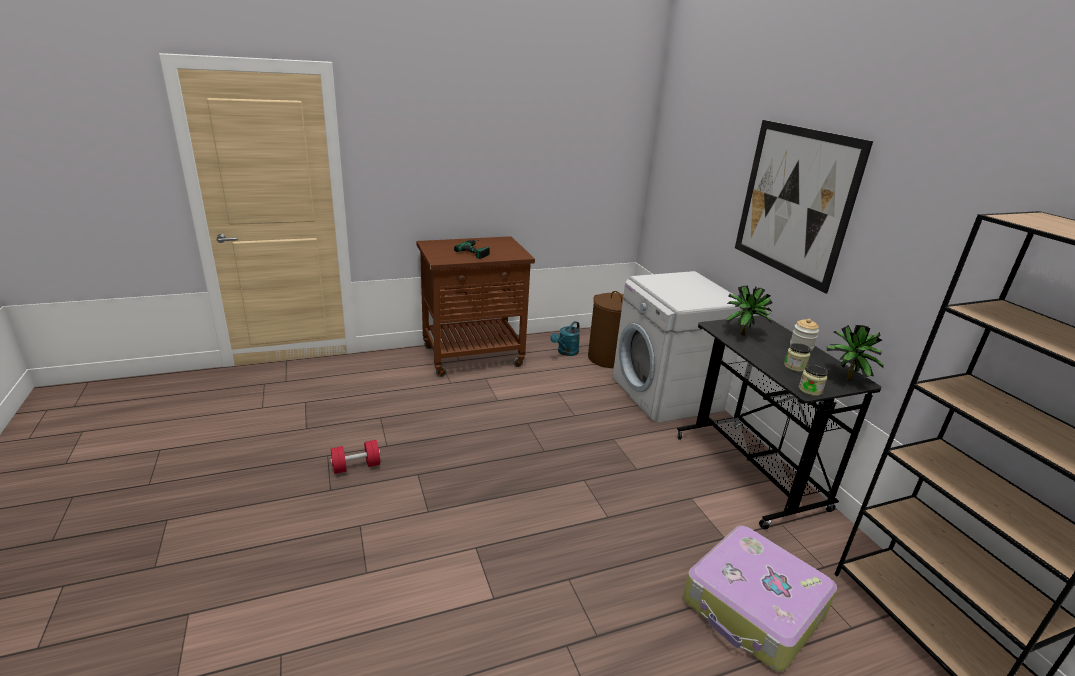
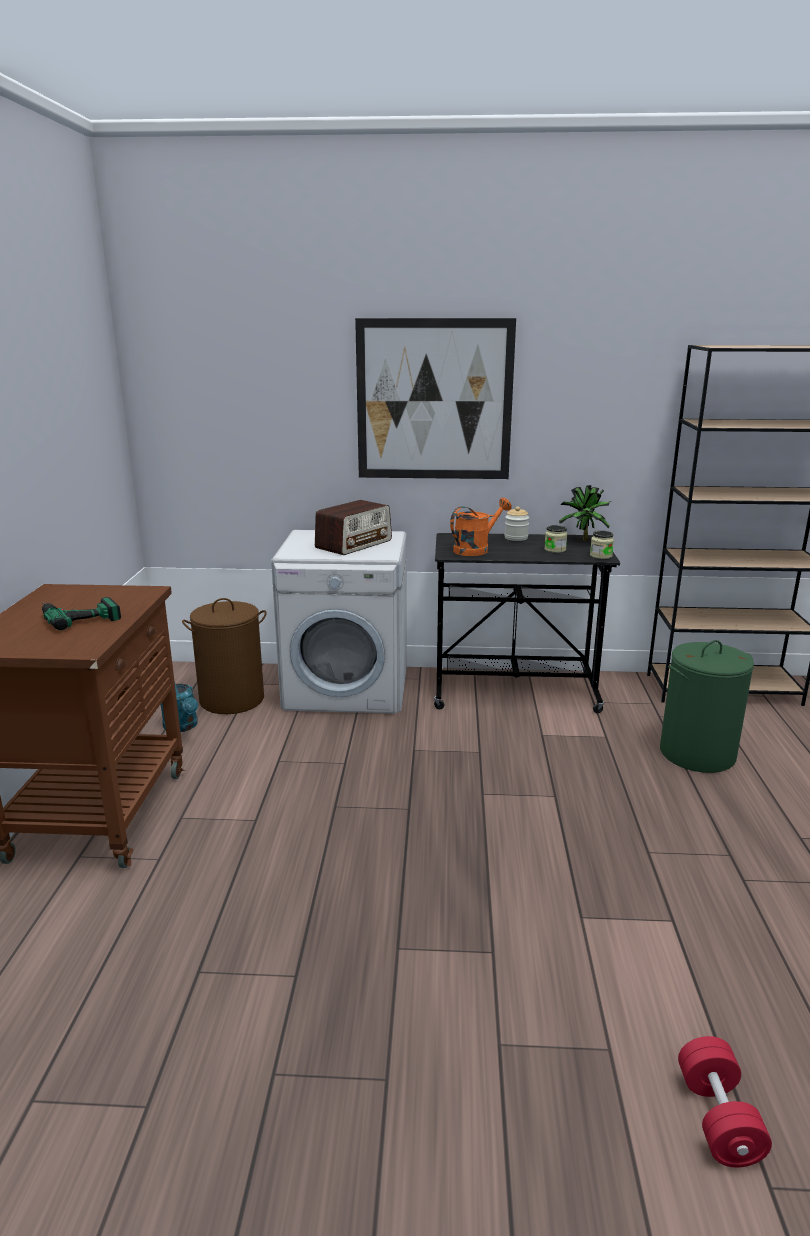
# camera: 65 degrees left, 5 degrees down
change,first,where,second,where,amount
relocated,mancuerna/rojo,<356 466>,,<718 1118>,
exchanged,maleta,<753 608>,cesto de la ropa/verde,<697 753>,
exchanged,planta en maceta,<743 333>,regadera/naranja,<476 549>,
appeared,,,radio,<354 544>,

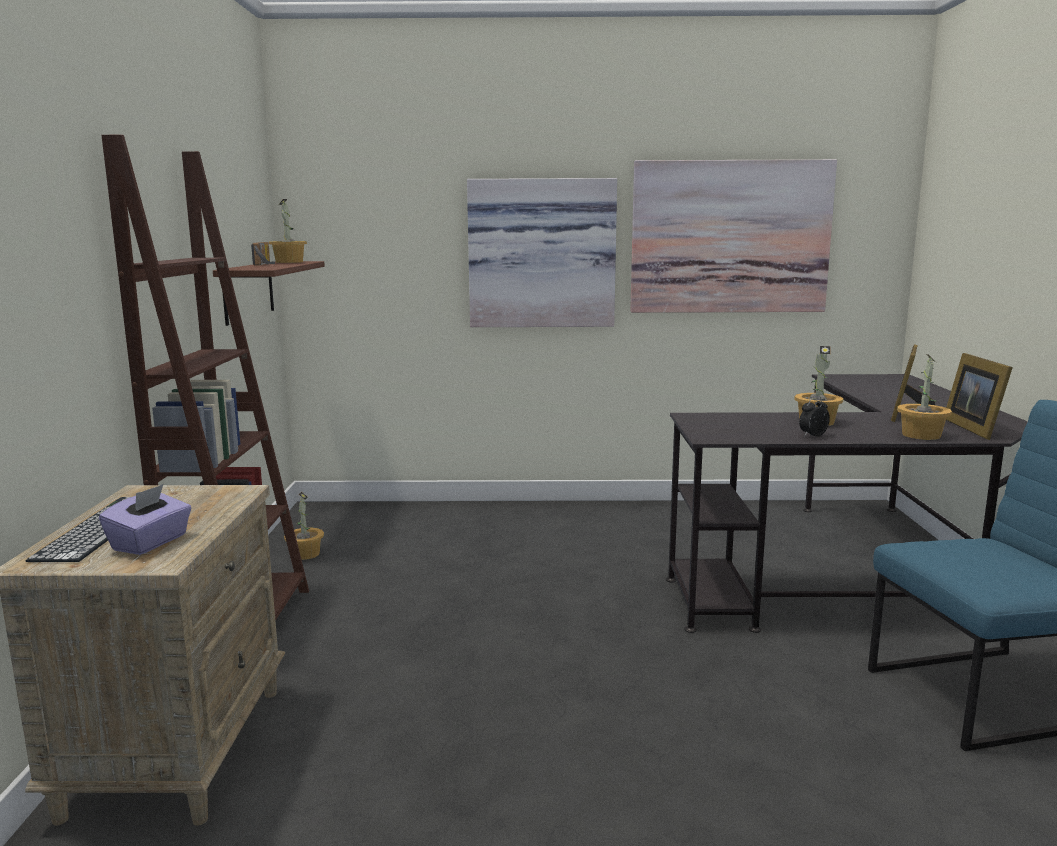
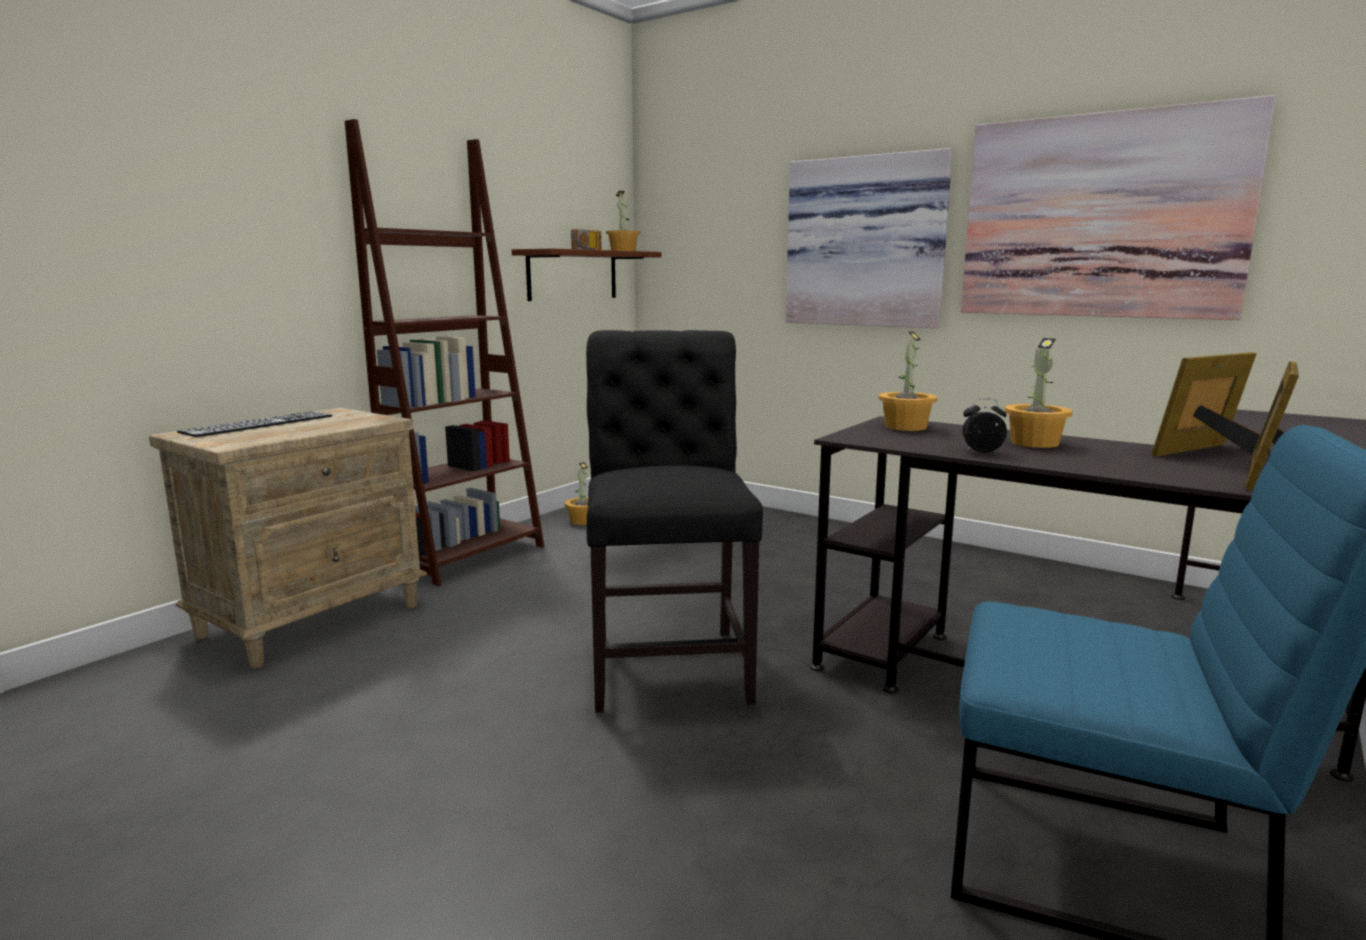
# camera: 35 degrees right, 0 degrees up
change,first,where,second,where,amount
missing,caja de pañuelos/morado,<151 543>,,,
relocated,planta en maceta,<920 435>,,<904 427>,
appeared,,,silla/negro,<669 662>,

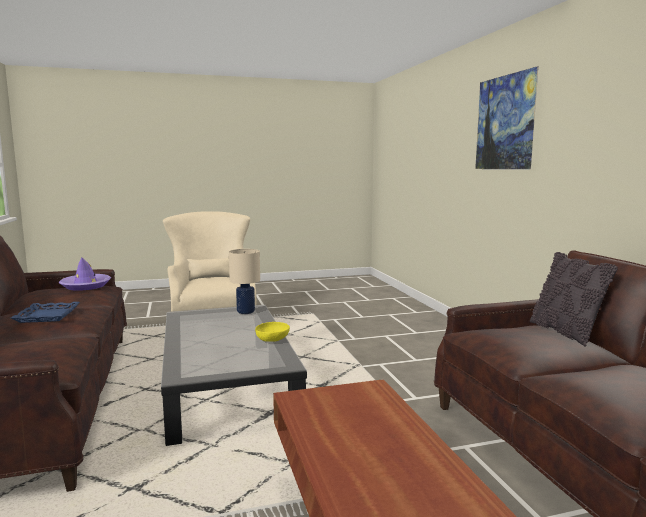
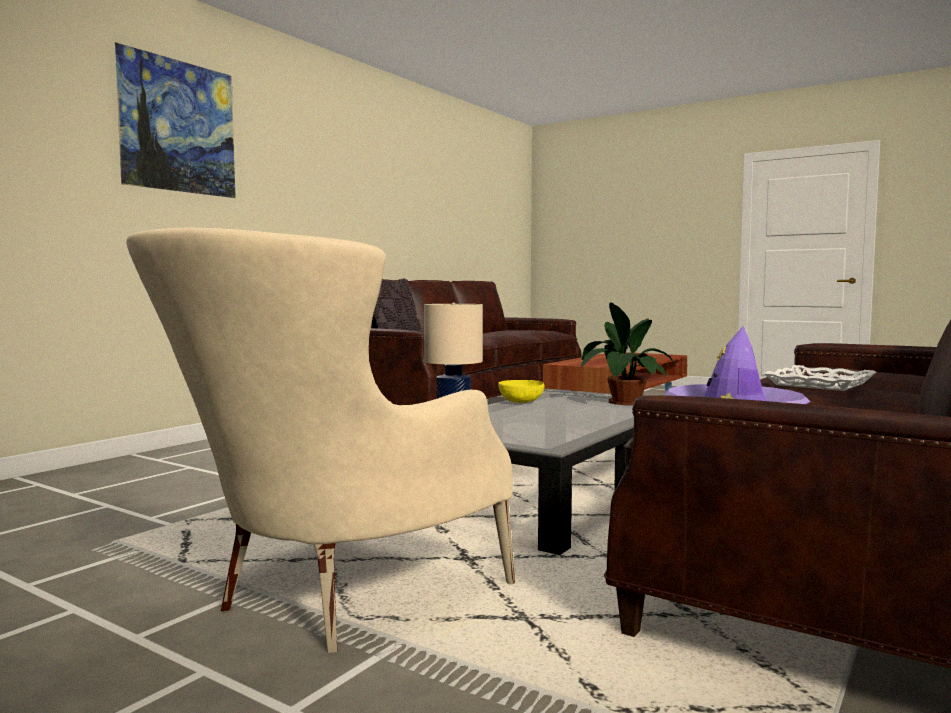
# camera: 130 degrees left, 5 degrees down
change,first,where,second,where,amount
colour,bandeja/azul,<47 316>,bandeja/blanco,<820 384>,
appeared,,,planta en maceta,<623 402>,

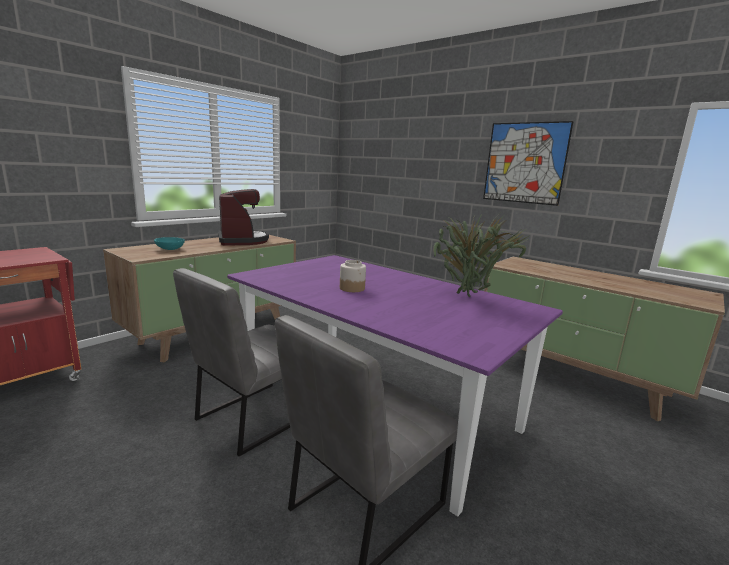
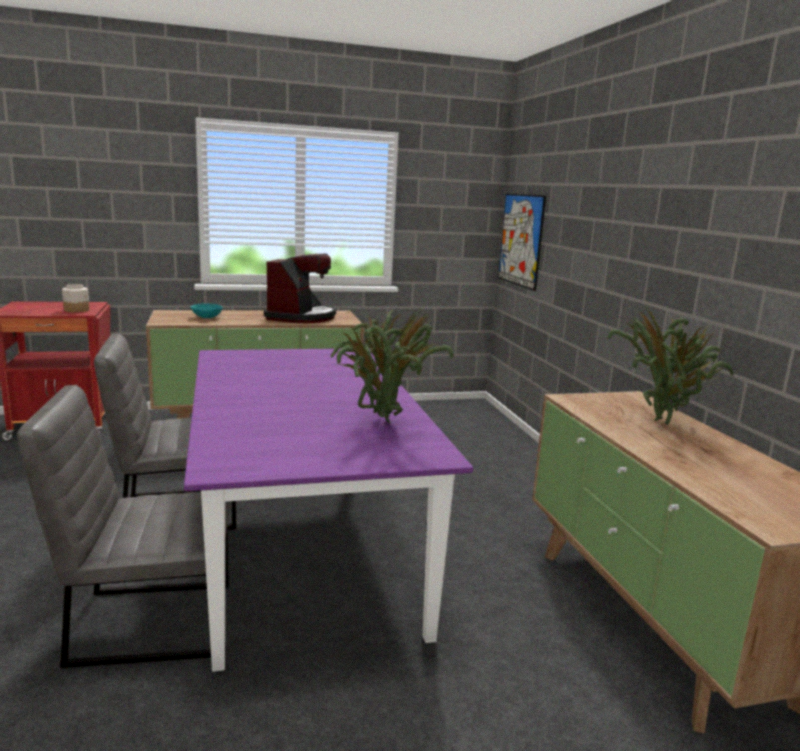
# camera: 35 degrees right, 0 degrees up
change,first,where,second,where,amount
relocated,tarro,<352 288>,,<77 310>,
relocated,cuadro,<524 163>,,<520 240>,
appeared,,,planta en maceta,<661 420>,

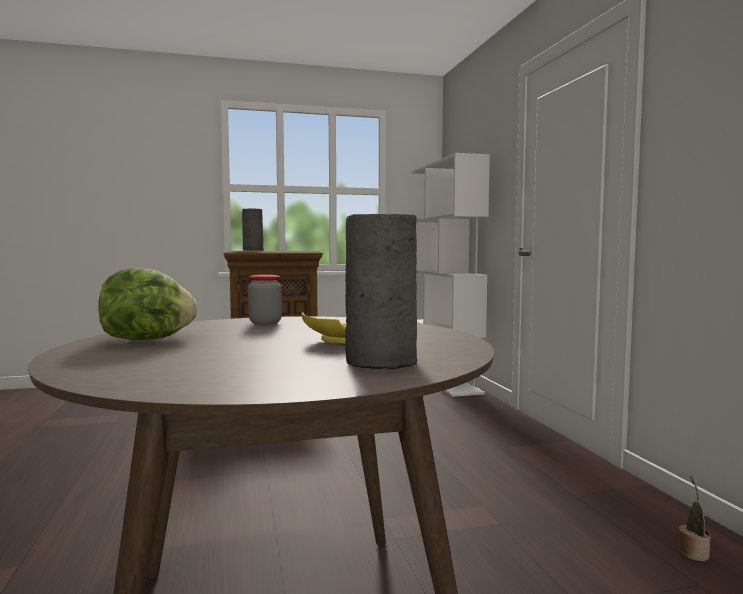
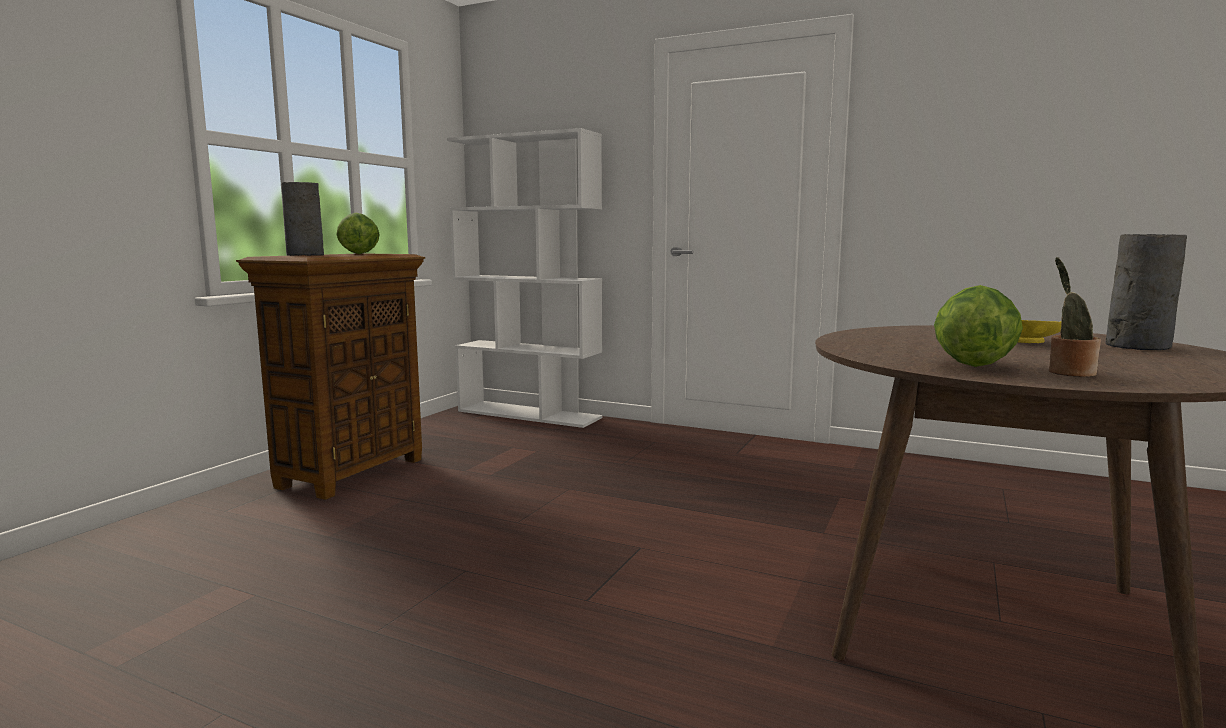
# camera: 50 degrees left, 5 degrees up
change,first,where,second,where,amount
missing,tarro,<265 323>,,,
relocated,planta en maceta,<692 552>,,<1068 372>,
appeared,,,lechuga,<359 254>,

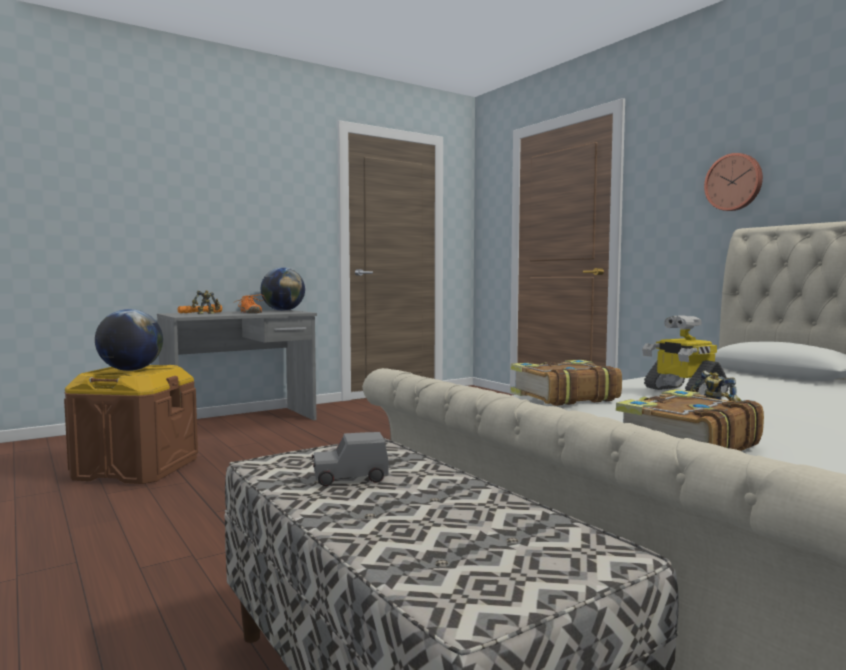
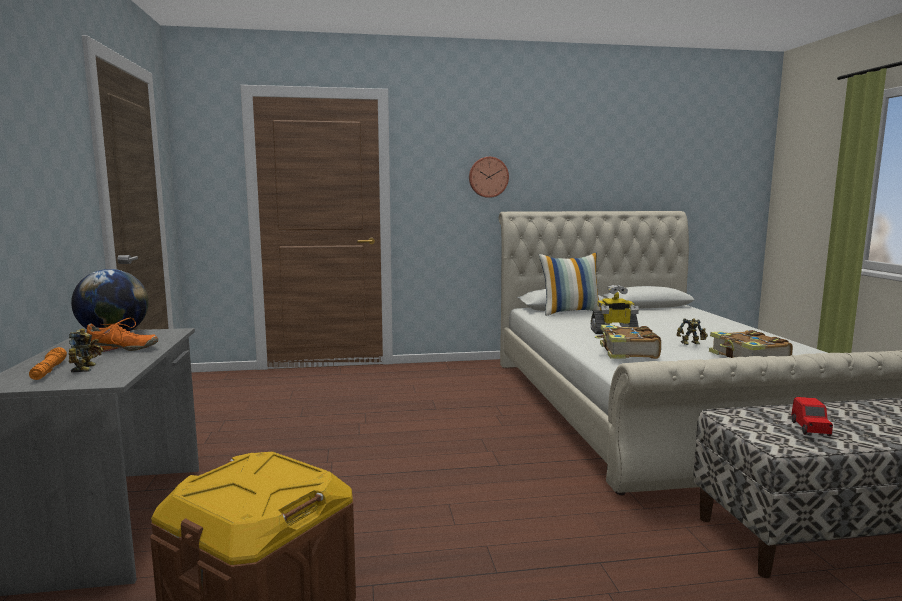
# camera: 65 degrees left, 5 degrees up
change,first,where,second,where,amount
missing,globo terráqueo,<131 370>,,,
colour,coche de juguete/gris,<349 478>,coche de juguete/rojo,<810 429>,
appeared,,,cojín,<570 312>,

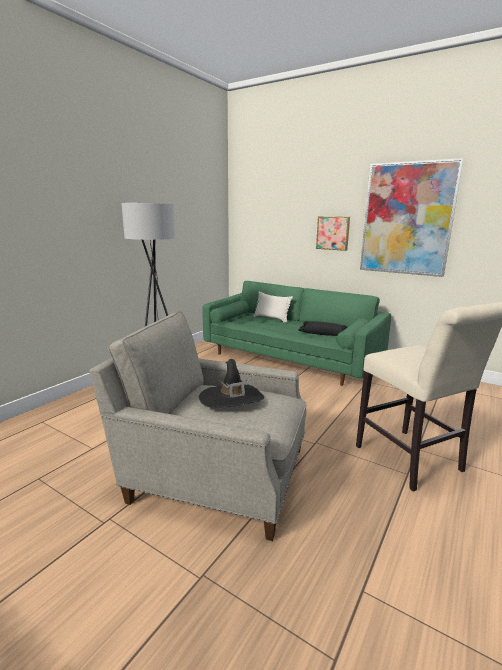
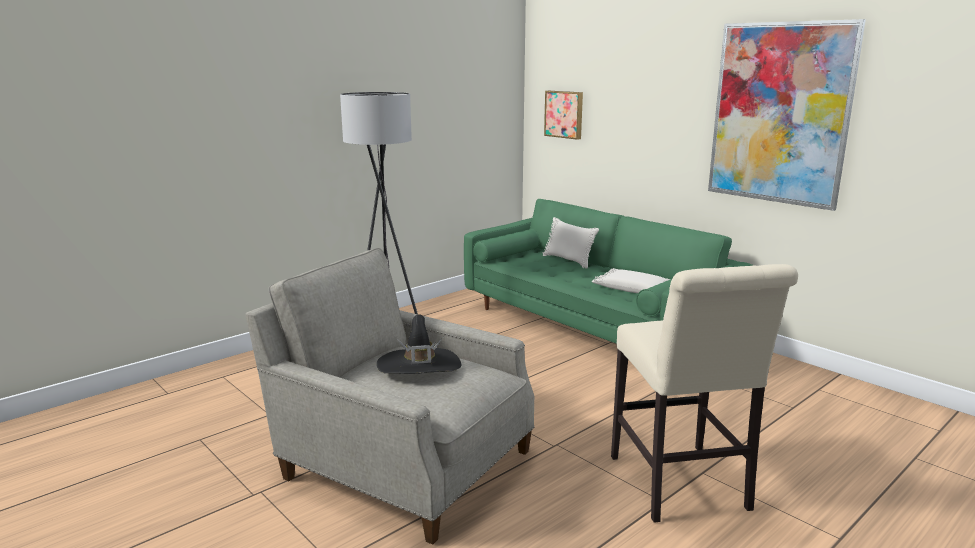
# camera: 15 degrees right, 0 degrees up
change,first,where,second,where,amount
colour,cojín/negro,<322 332>,cojín/blanco,<633 287>,
relocated,cuadro,<333 233>,,<564 114>,

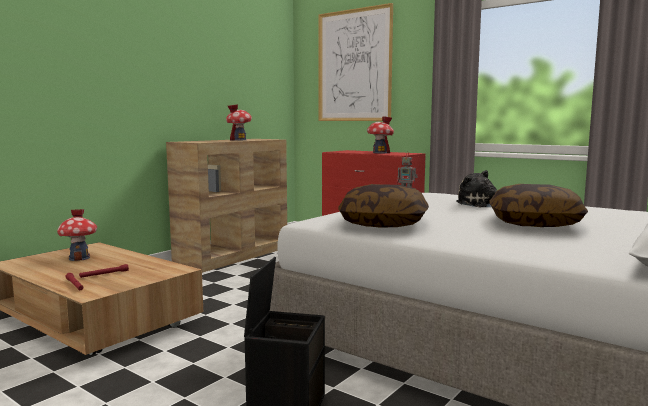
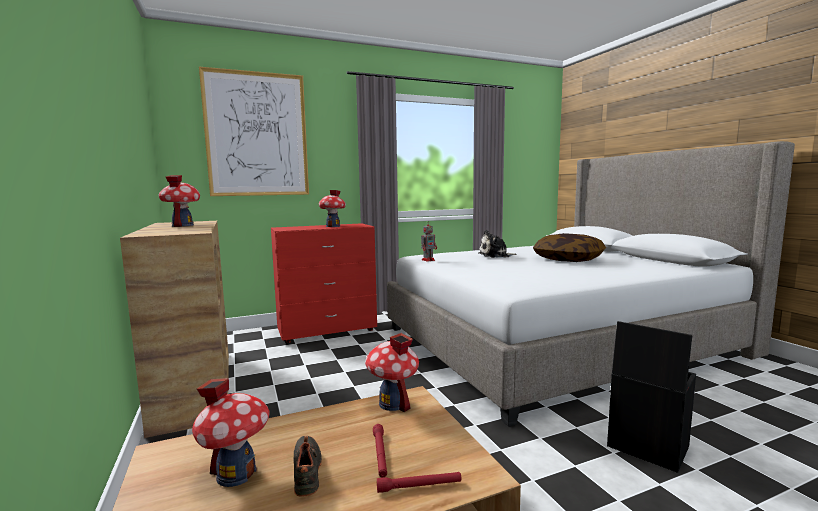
# camera: 60 degrees left, 0 degrees up
change,first,where,second,where,amount
missing,cojín,<383 224>,,,
appeared,,,zapato/negro,<308 471>,
appeared,,,casita,<393 403>,

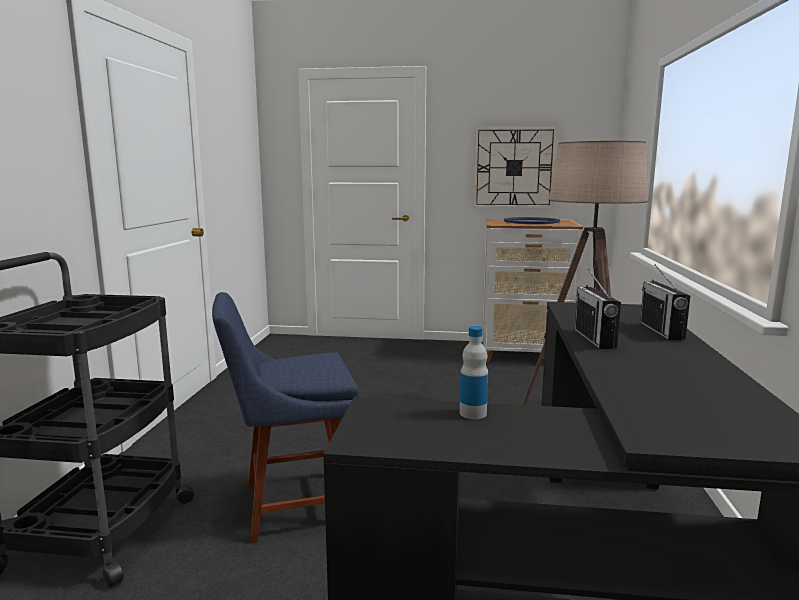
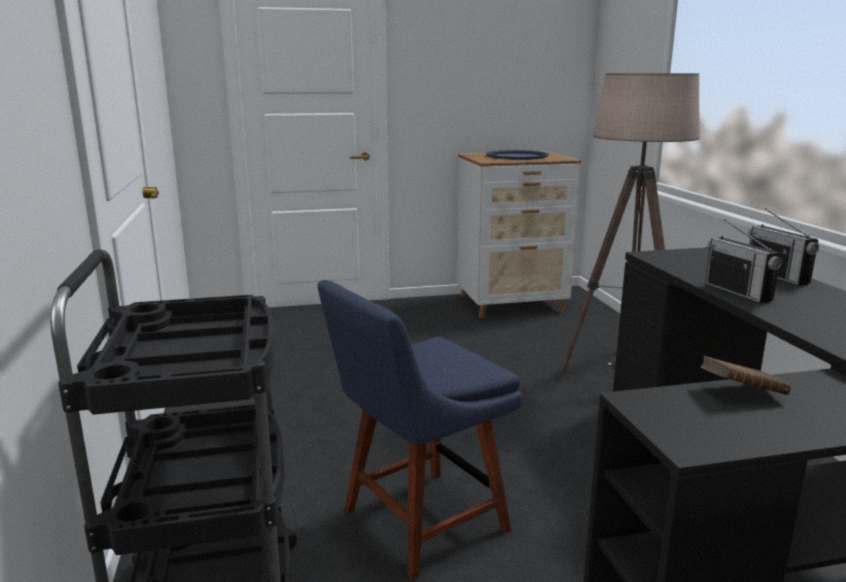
# camera: 20 degrees left, 5 degrees up
change,first,where,second,where,amount
exchanged,botella,<473 413>,libro/marrón,<741 393>,
missing,reloj de pared,<514 167>,,,

